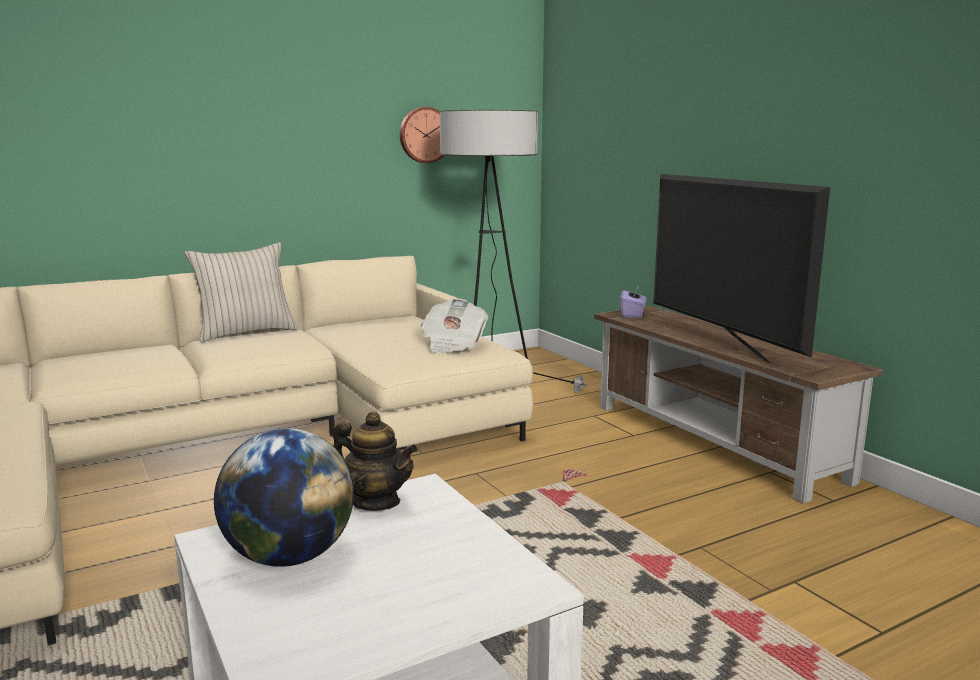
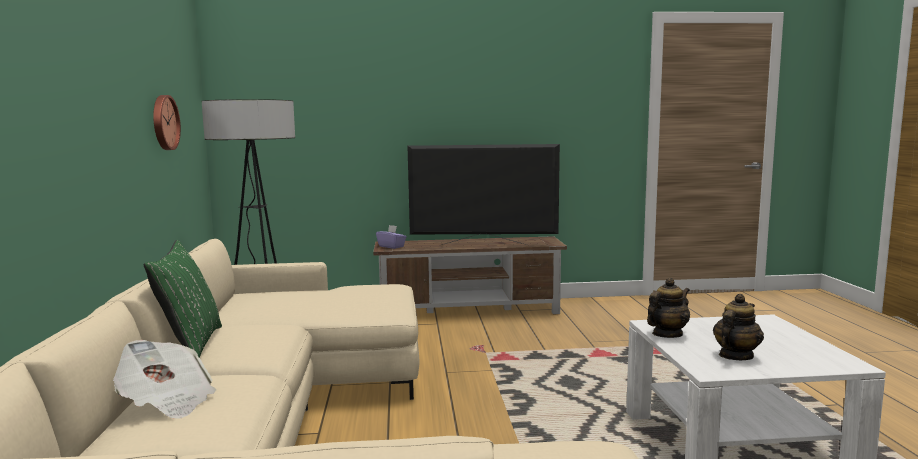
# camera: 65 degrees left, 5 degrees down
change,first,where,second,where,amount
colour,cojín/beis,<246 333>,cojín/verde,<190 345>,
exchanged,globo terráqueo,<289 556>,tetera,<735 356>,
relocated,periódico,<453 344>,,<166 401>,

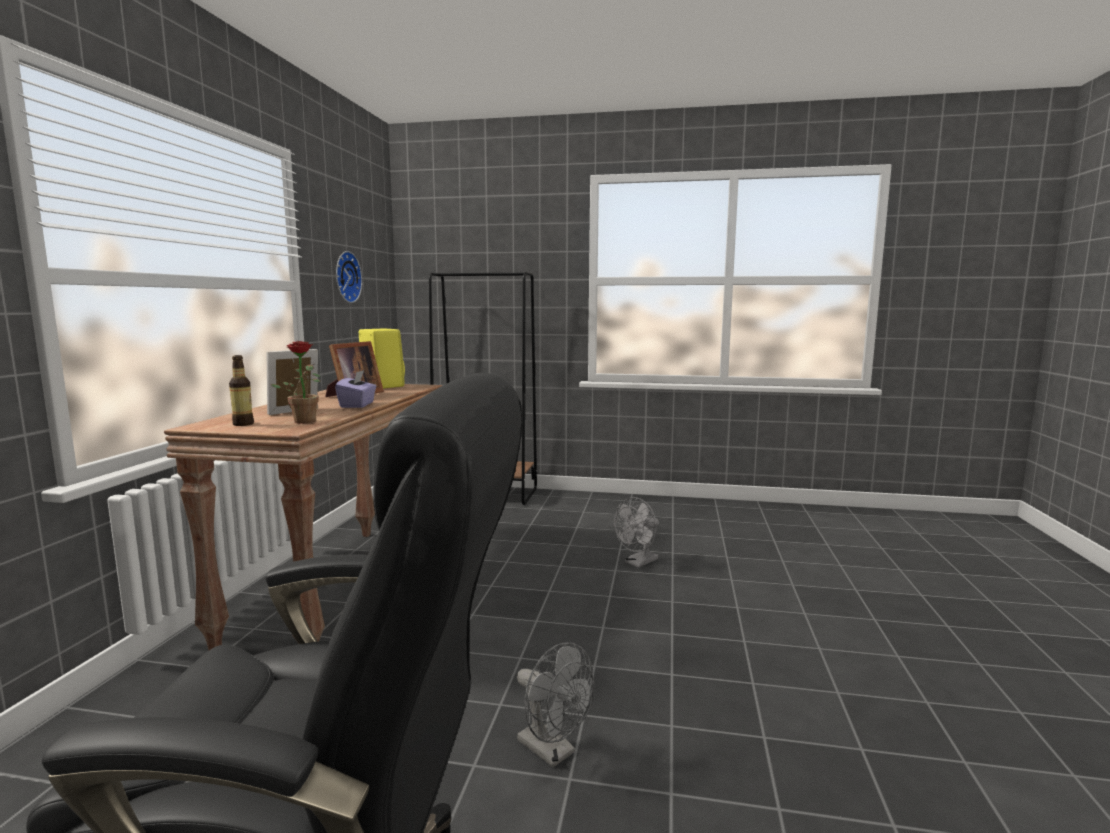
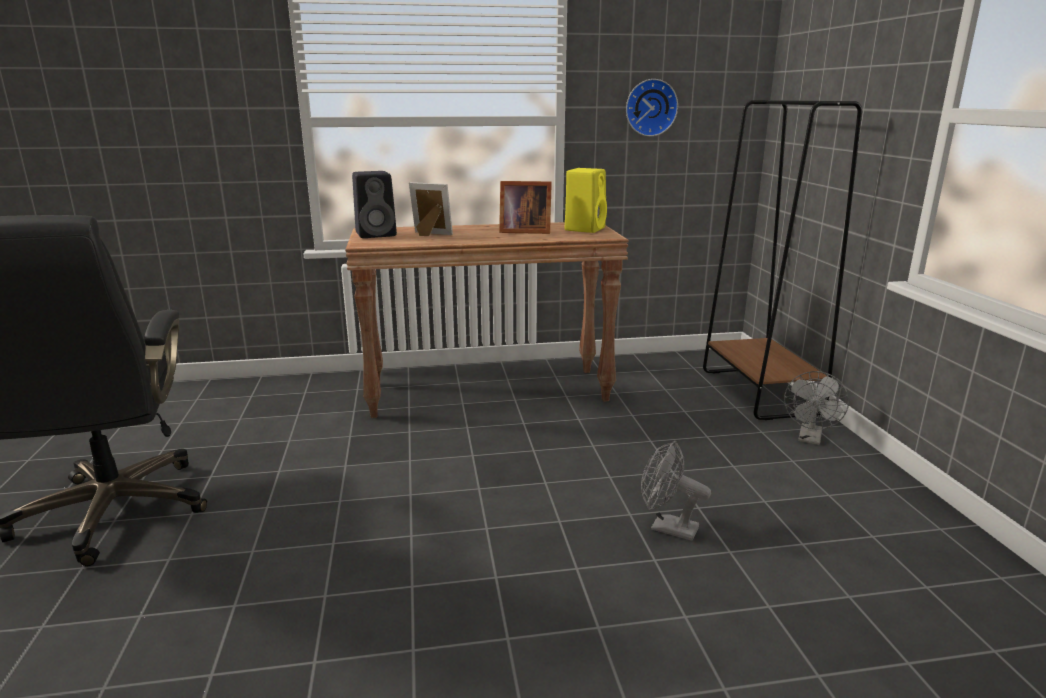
# camera: 70 degrees right, 10 degrees up
change,first,where,second,where,amount
exchanged,botella,<243 424>,altavoz/negro,<377 234>,
missing,planta en maceta,<304 420>,,,
missing,caja de pañuelos/morado,<357 405>,,,
relocated,ventilador/gris,<553 751>,,<810 439>,

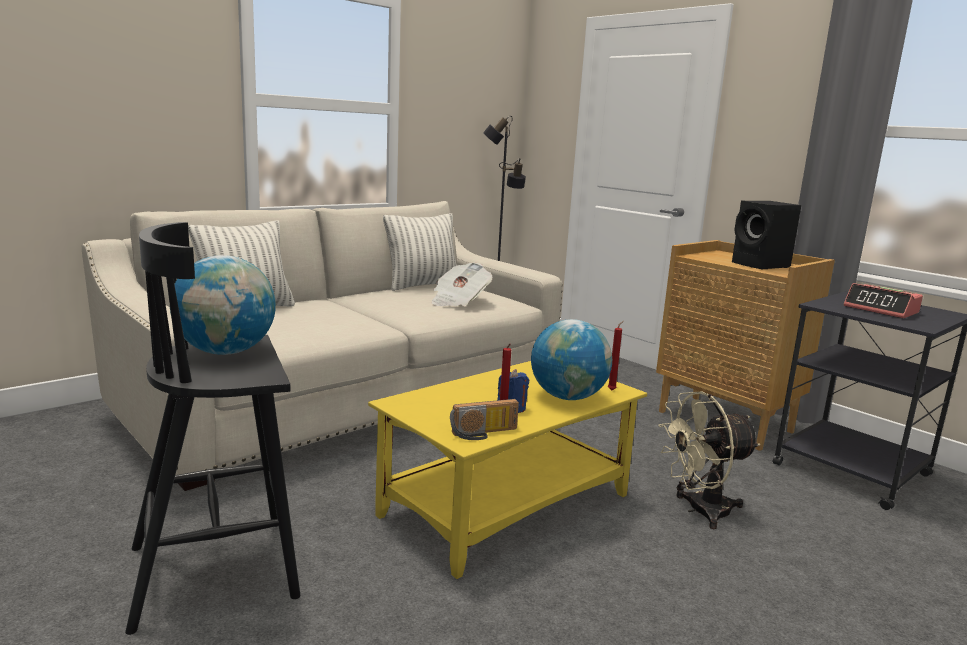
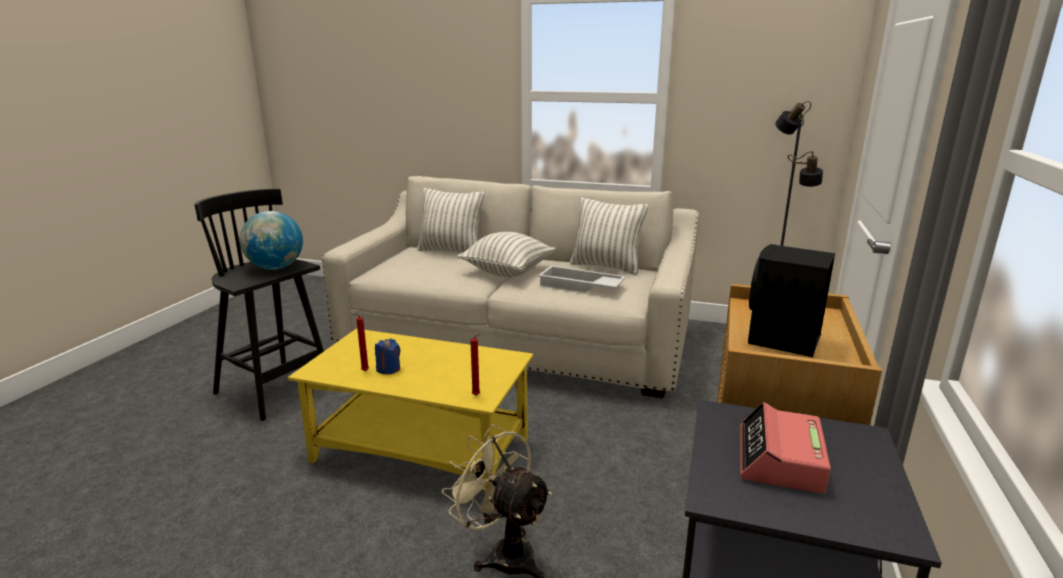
# camera: 60 degrees right, 5 degrees up
change,first,where,second,where,amount
exchanged,periódico,<458 301>,bandeja/blanco,<580 286>,
missing,radio,<484 434>,,,
missing,globo terráqueo,<568 397>,,,
appeared,,,cojín,<507 272>,

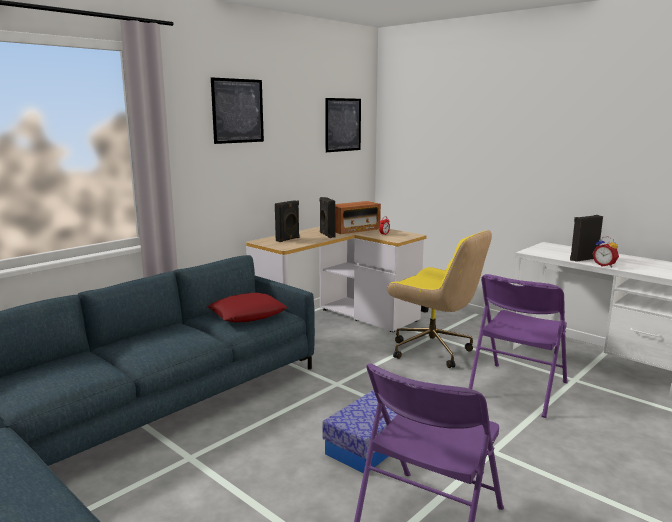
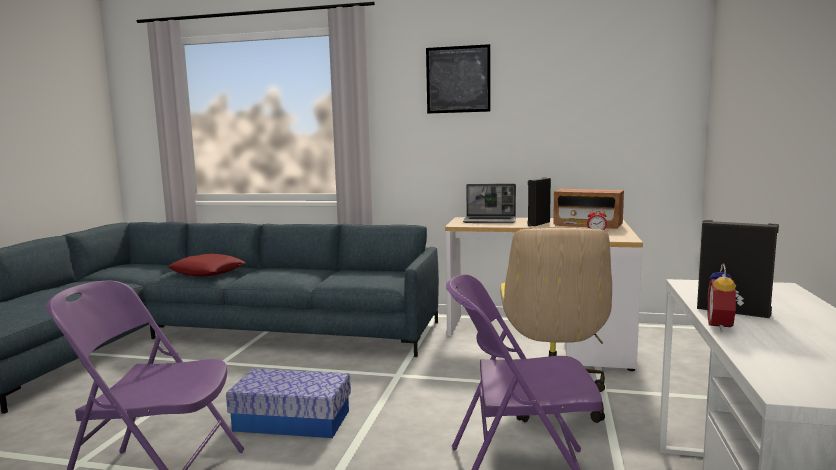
# camera: 60 degrees right, 5 degrees down
change,first,where,second,where,amount
relocated,cojín/rojo,<248 314>,,<207 272>,
exchanged,altavoz/negro,<288 239>,portátil,<490 221>,
missing,cuadro,<343 125>,,,

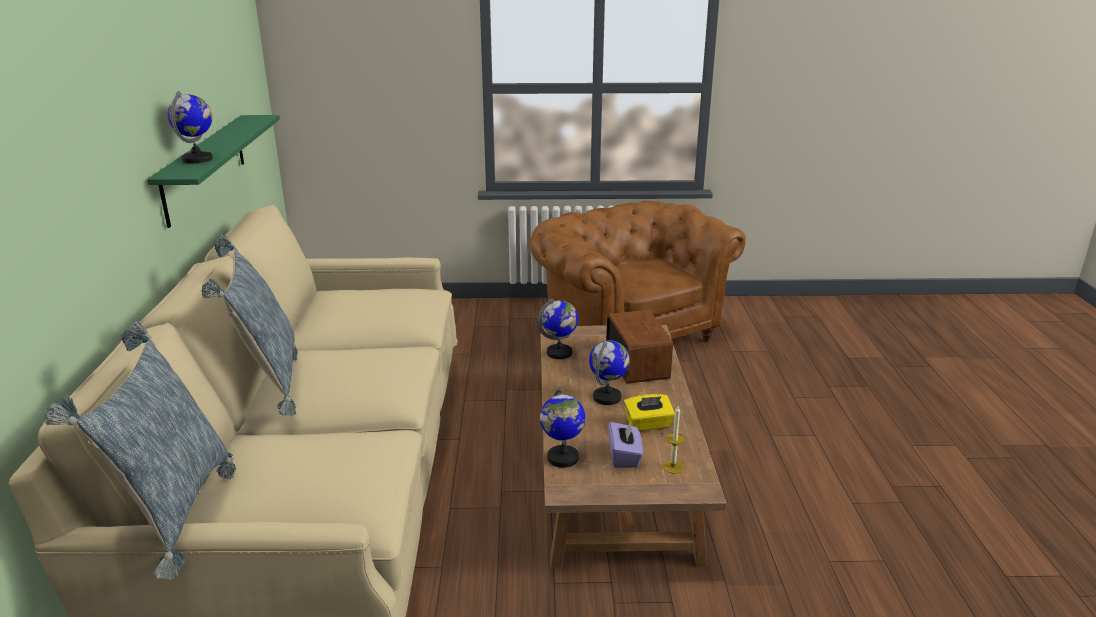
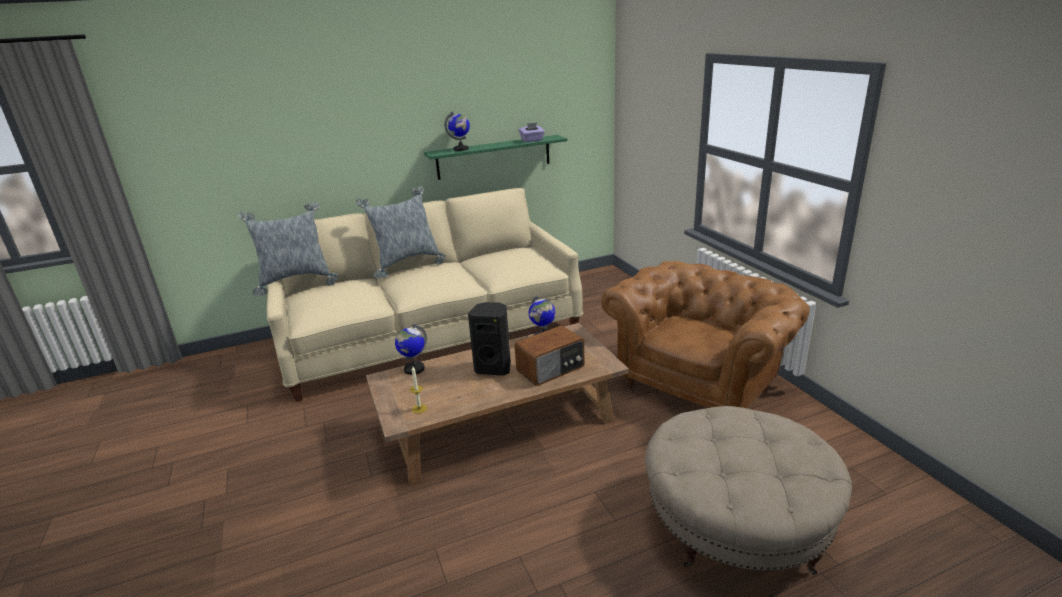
# camera: 70 degrees right, 0 degrees up
change,first,where,second,where,amount
exchanged,globo terráqueo,<607 397>,altavoz/negro,<494 368>,
relocated,caja de pañuelos/morado,<624 456>,,<532 140>,
missing,caja de pañuelos/amarillo,<648 425>,,,
appeared,,,puf/beis,<736 523>,

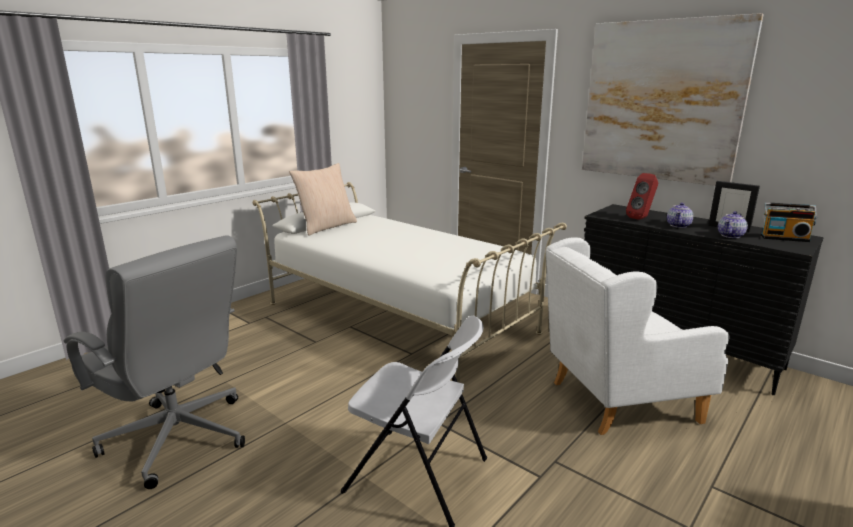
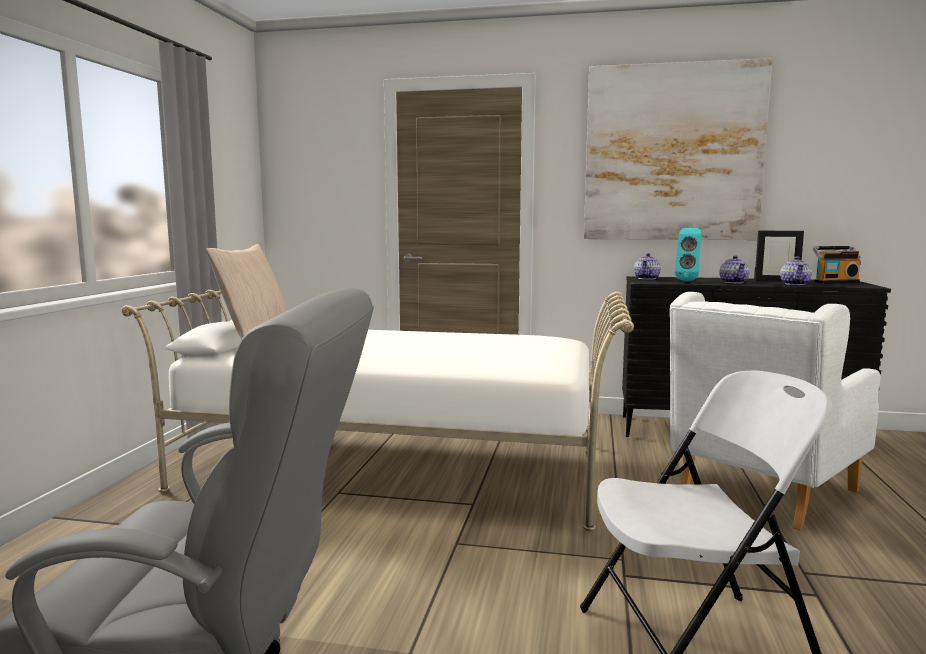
# camera: 30 degrees left, 10 degrees down
change,first,where,second,where,amount
colour,altavoz/rojo,<641 218>,altavoz/turquesa,<687 281>,
appeared,,,tetera,<647 278>,

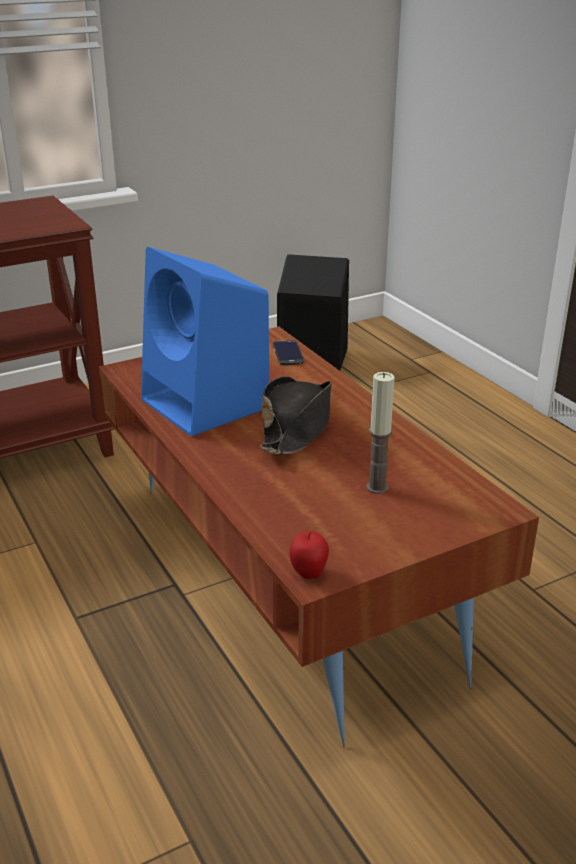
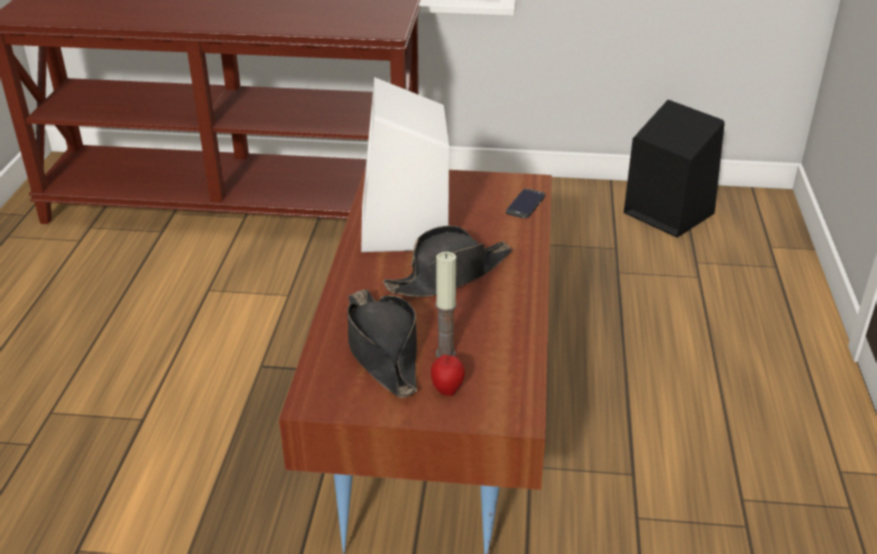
# camera: 35 degrees right, 5 degrees up
change,first,where,second,where,amount
colour,altavoz/azul,<207 405>,altavoz/blanco,<405 229>,
relocated,manzana,<308 573>,,<447 390>,
appeared,,,sombrero/negro,<382 351>,

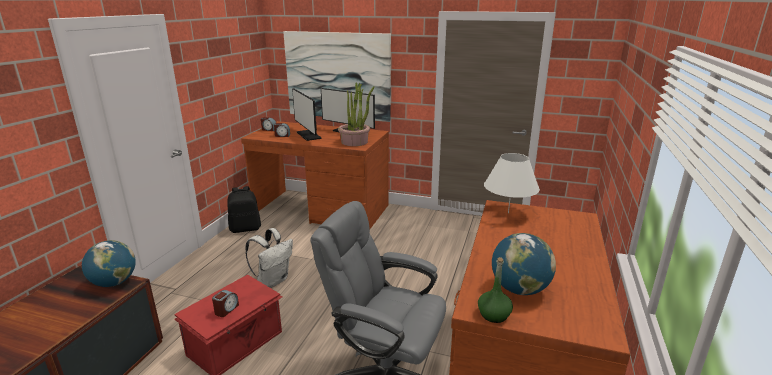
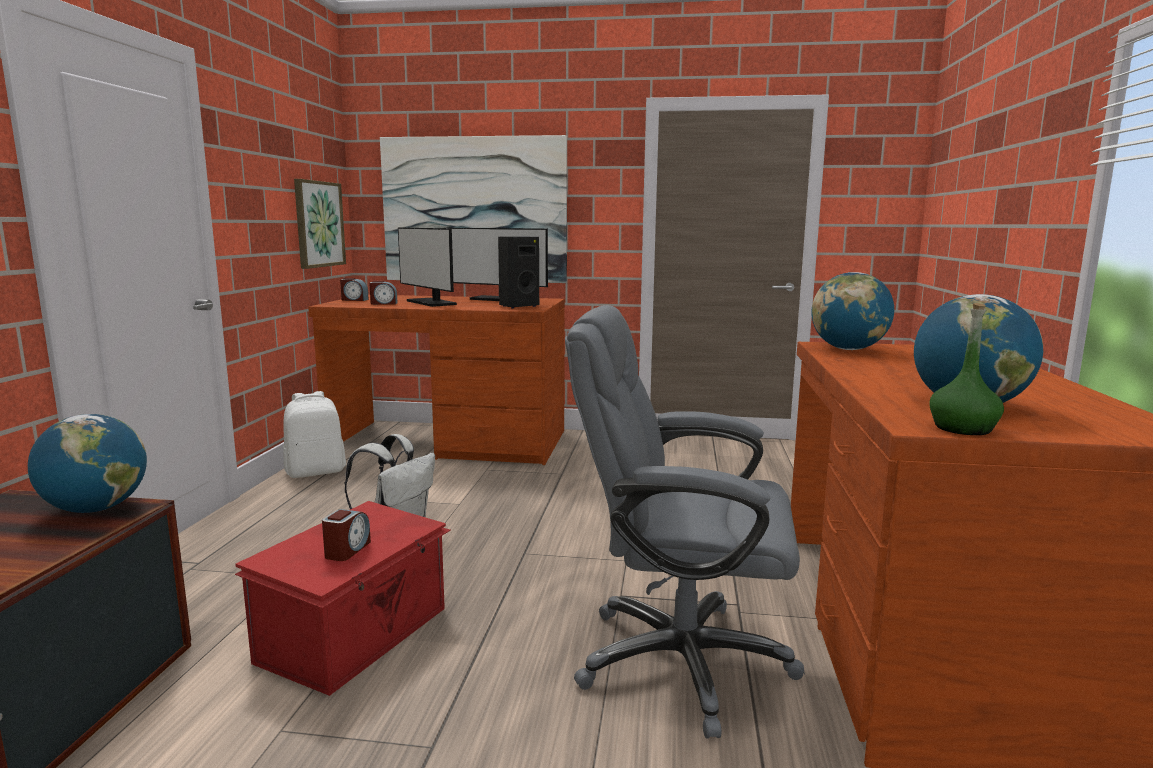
# camera: 10 degrees left, 10 degrees down
change,first,where,second,where,amount
colour,mochila/negro,<245 228>,mochila/blanco,<316 472>,
exchanged,planta en maceta,<355 142>,altavoz/negro,<518 306>,
exchanged,lámpara de mesa/blanco,<508 213>,globo terráqueo,<848 349>,
appeared,,,cuadro,<318 224>,

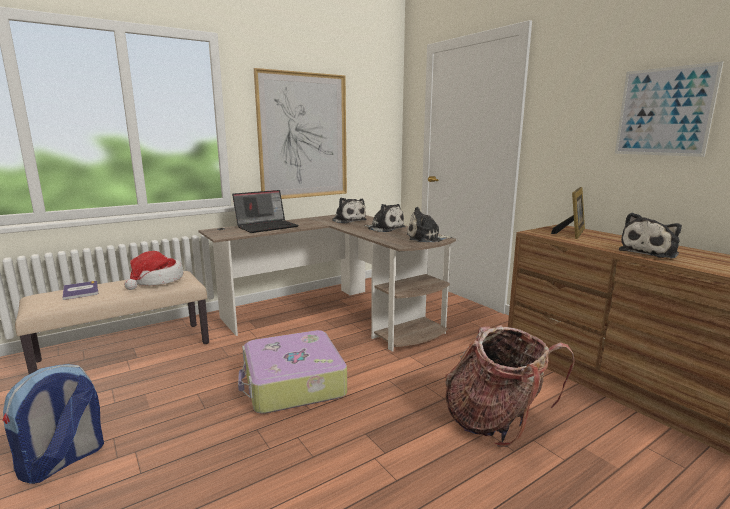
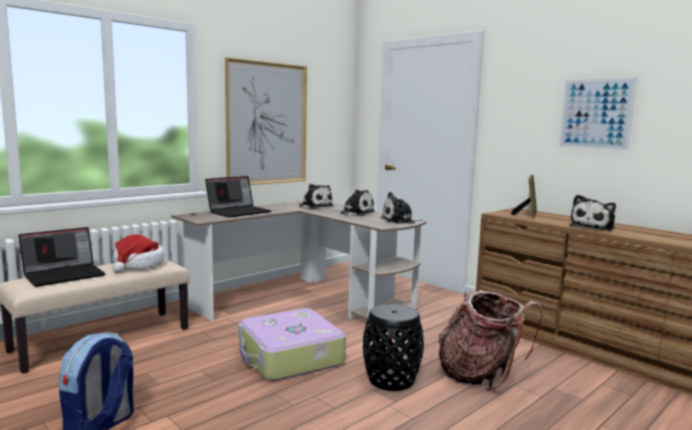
# camera: 10 degrees left, 5 degrees down
change,first,where,second,where,amount
exchanged,libro,<81 291>,portátil,<65 275>,
appeared,,,taburete/negro,<391 380>,

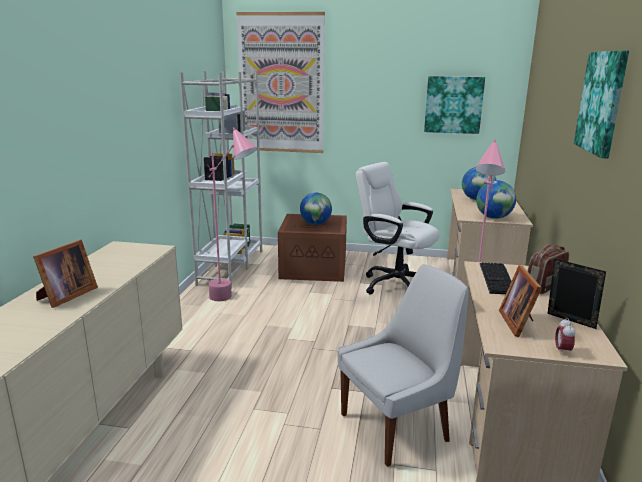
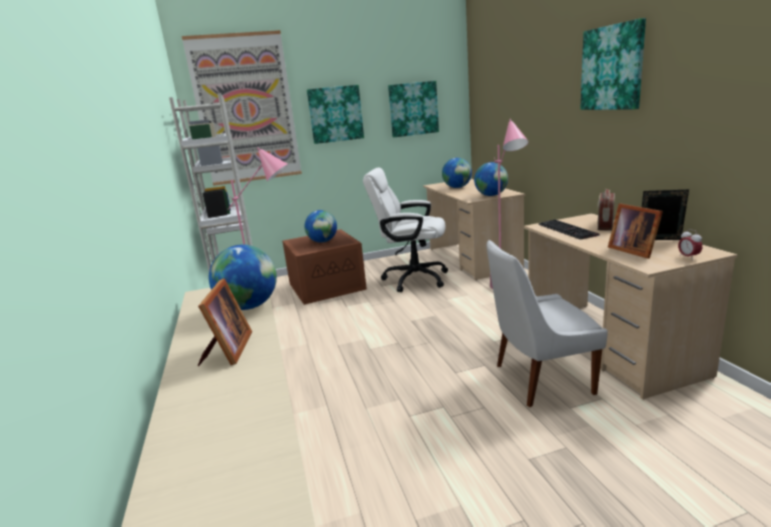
# camera: 25 degrees left, 0 degrees up
change,first,where,second,where,amount
spun,silla/blanco,<397 426>,,<539 380>,135 degrees counterclockwise
appeared,,,globo terráqueo,<249 307>,
appeared,,,cuadro,<335 114>,

